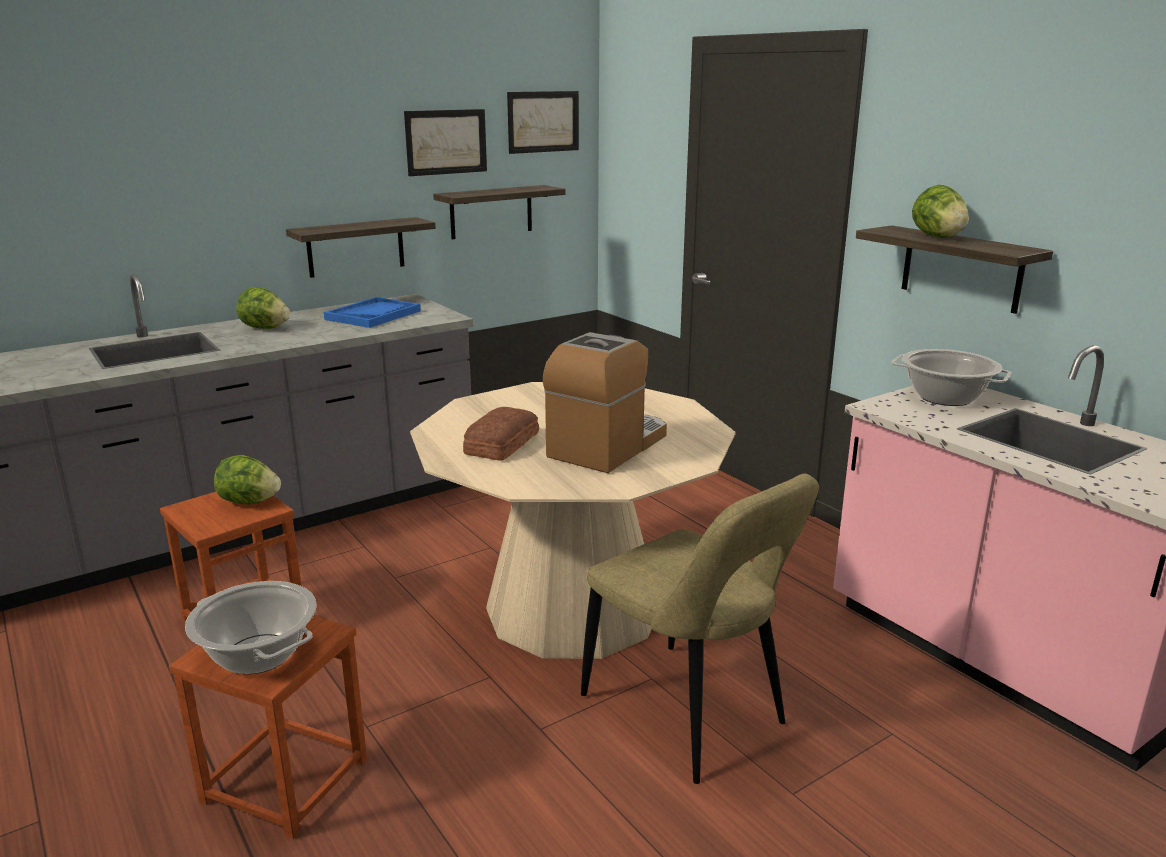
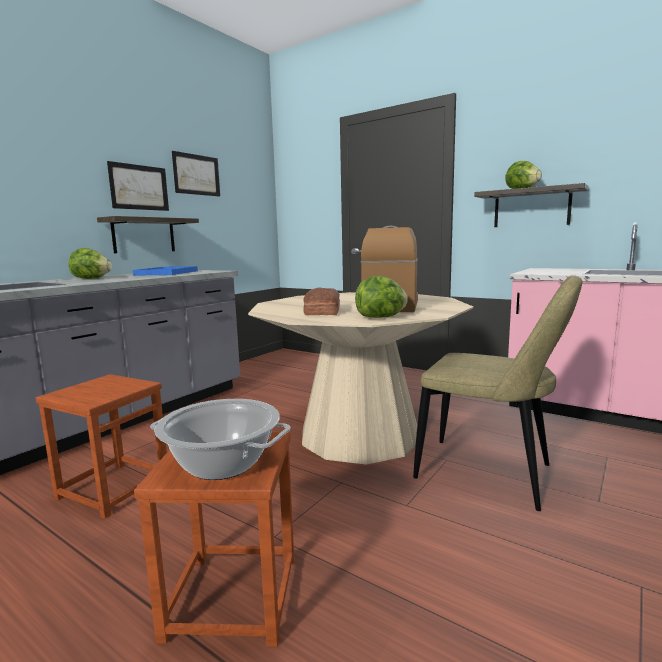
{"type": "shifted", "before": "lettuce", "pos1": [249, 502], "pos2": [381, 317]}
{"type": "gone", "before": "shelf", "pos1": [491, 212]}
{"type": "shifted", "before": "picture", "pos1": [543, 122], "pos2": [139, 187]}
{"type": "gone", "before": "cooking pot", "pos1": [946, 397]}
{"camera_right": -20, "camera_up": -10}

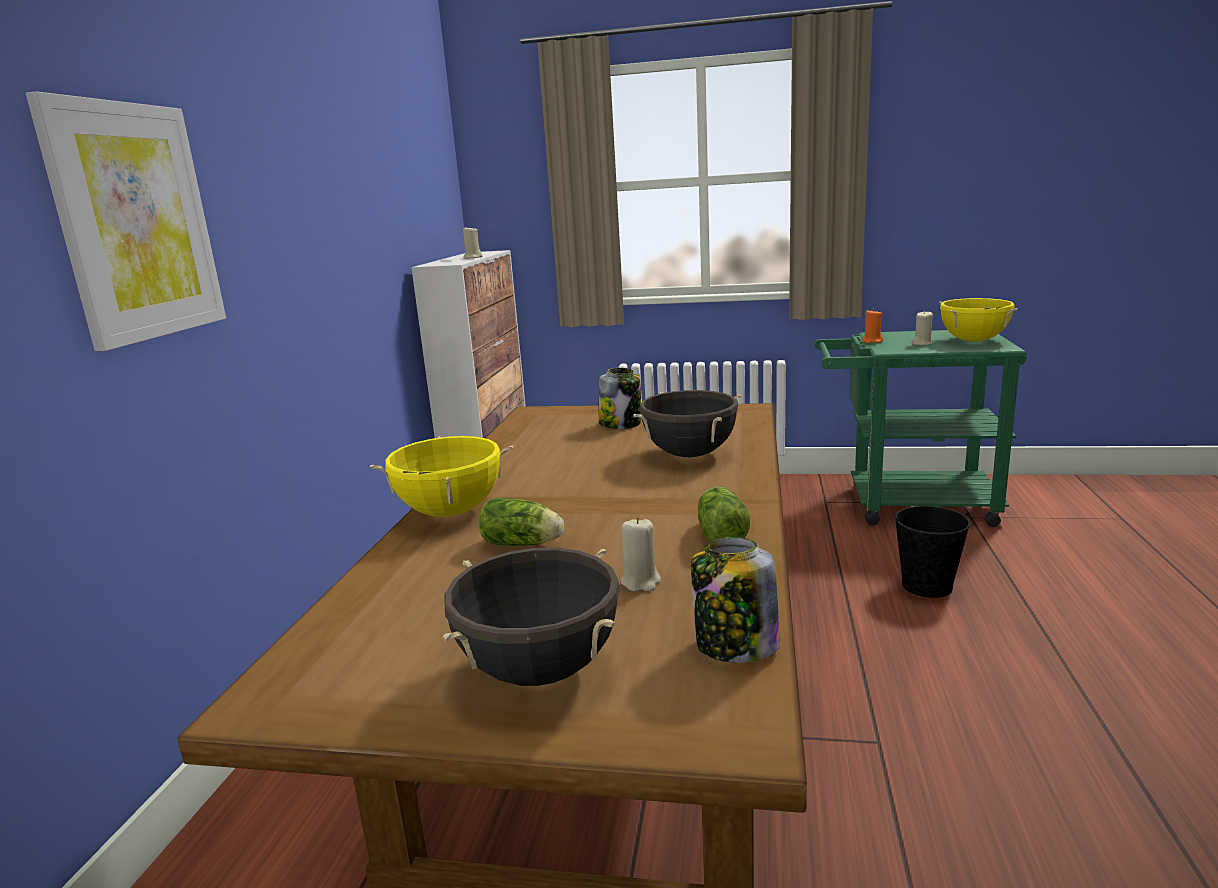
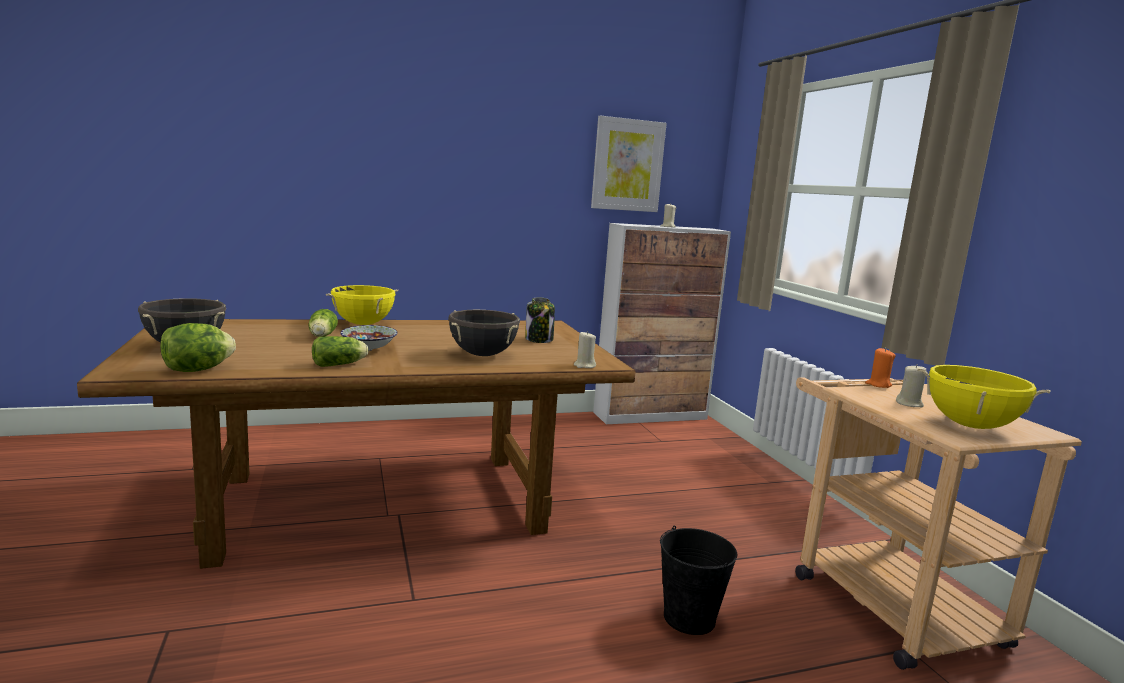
{"type": "shifted", "before": "picture", "pos1": [136, 222], "pos2": [627, 165]}
{"type": "shifted", "before": "candle in beige", "pos1": [641, 582], "pos2": [584, 366]}
{"type": "swapped", "before": "jar", "after": "lettuce", "pos1": [735, 646], "pos2": [197, 370]}
{"type": "repainted", "before": "cart in green", "after": "cart in beige", "pos1": [906, 505], "pos2": [883, 599]}
{"type": "new", "after": "bowl", "pos2": [368, 350]}
{"camera_right": 60, "camera_up": -5}

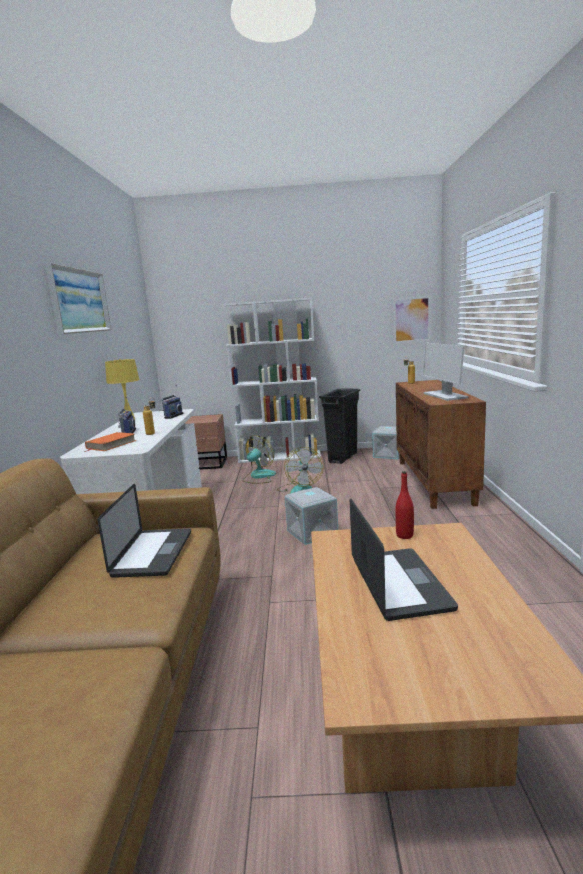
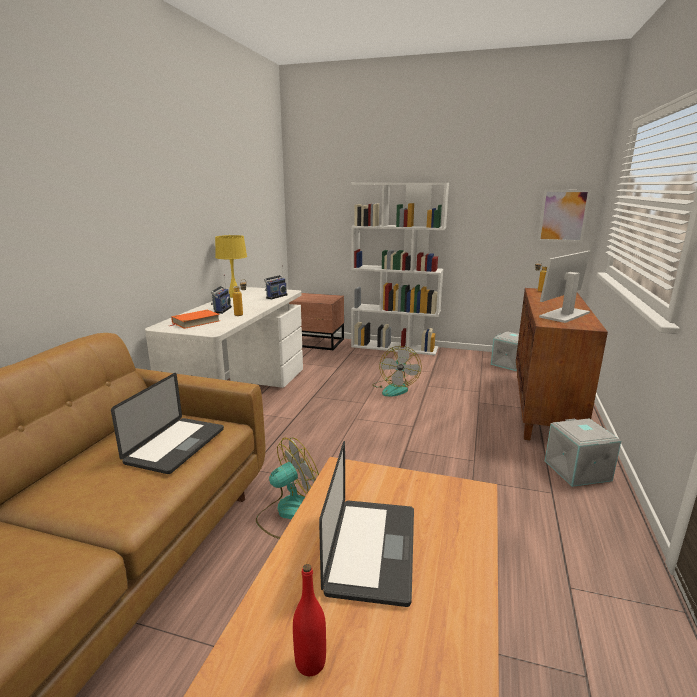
{"type": "gone", "before": "picture", "pos1": [79, 301]}
{"type": "shifted", "before": "fan", "pos1": [258, 477], "pos2": [289, 513]}
{"type": "shifted", "before": "storage box in grey", "pos1": [311, 532], "pos2": [576, 470]}
{"type": "gone", "before": "trash can in black", "pos1": [343, 457]}
{"type": "shifted", "before": "bottle in red", "pos1": [404, 535], "pos2": [310, 663]}
{"type": "rotated", "before": "monitor", "pos1": [444, 395], "pos2": [564, 315], "turn": 45}
{"camera_right": 15, "camera_up": 5}

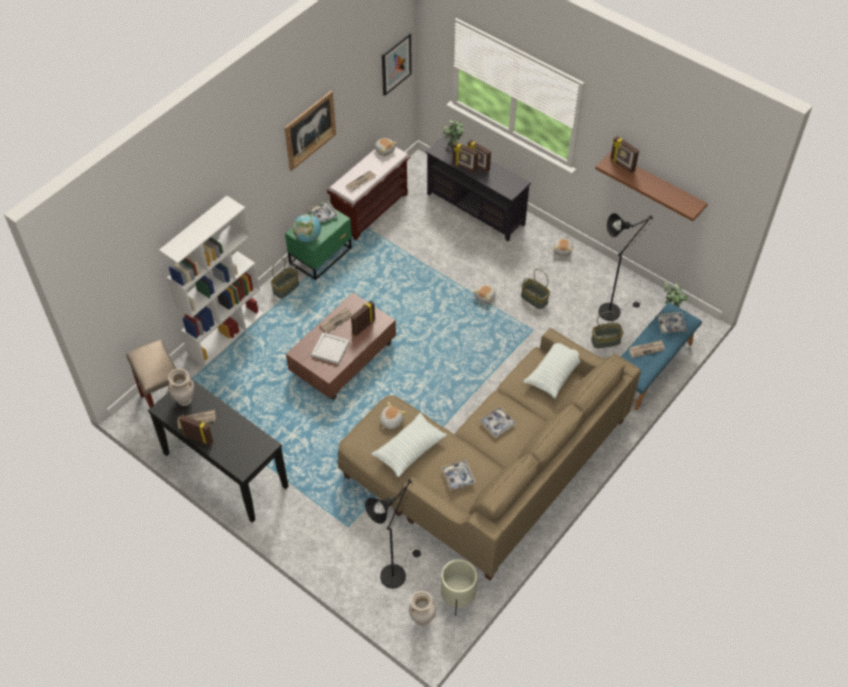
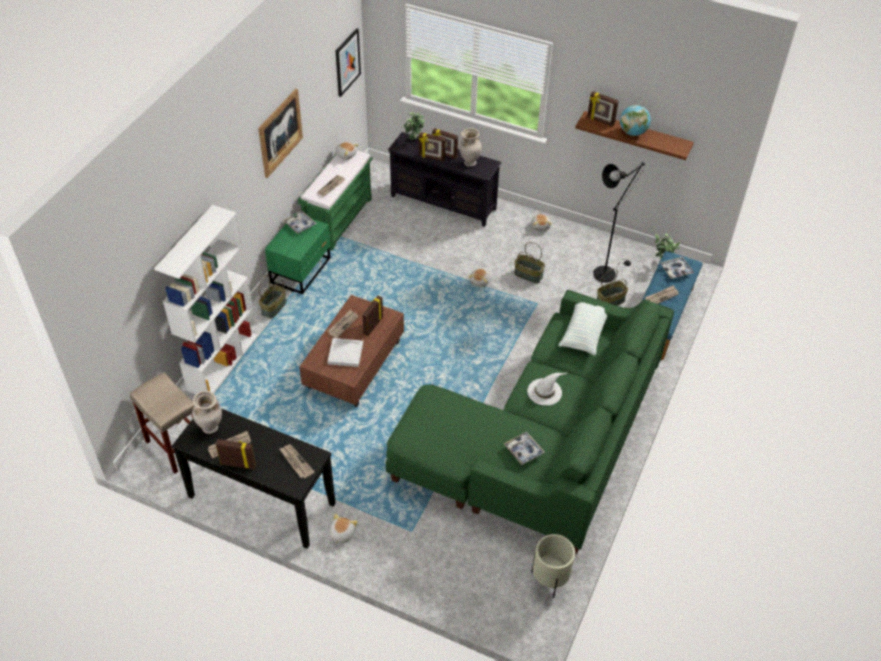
{"type": "shifted", "before": "globe", "pos1": [308, 237], "pos2": [632, 132]}
{"type": "repainted", "before": "bench in brown", "after": "bench in green", "pos1": [371, 209], "pos2": [339, 219]}
{"type": "repainted", "before": "sofa in beige", "after": "sofa in green", "pos1": [491, 468], "pos2": [540, 443]}
{"type": "gone", "before": "floor lamp in black", "pos1": [396, 572]}
{"type": "gone", "before": "pillow", "pos1": [409, 450]}
{"type": "shifted", "before": "plush toy", "pos1": [391, 421], "pos2": [341, 534]}
{"type": "shifted", "before": "vase in beige", "pos1": [422, 619], "pos2": [469, 163]}
{"type": "swapped", "before": "tray", "after": "hat in white", "pos1": [497, 424], "pos2": [545, 391]}
{"type": "new", "after": "newspaper", "pos2": [296, 462]}
{"camera_right": -15, "camera_up": -5}

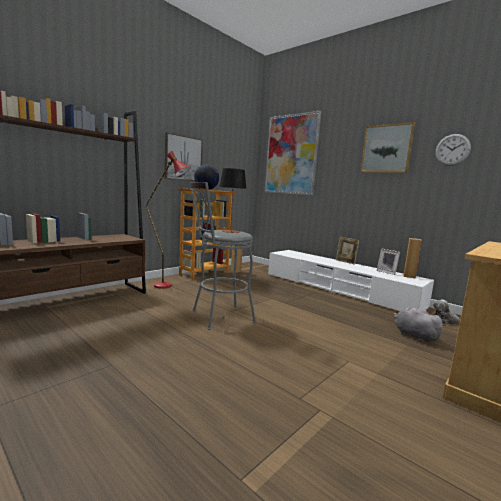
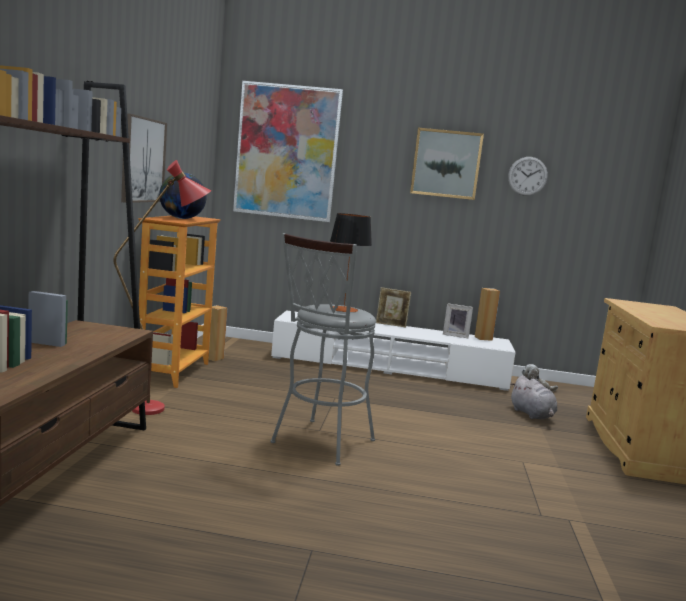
{"type": "rotated", "before": "plush toy in grey", "pos1": [413, 335], "pos2": [532, 415], "turn": -135}
{"camera_right": -35, "camera_up": 0}

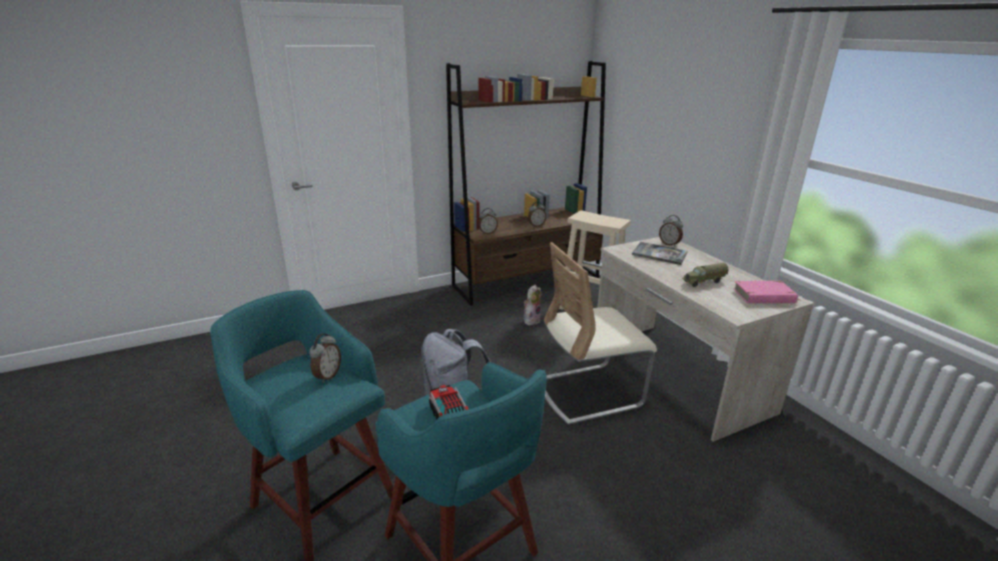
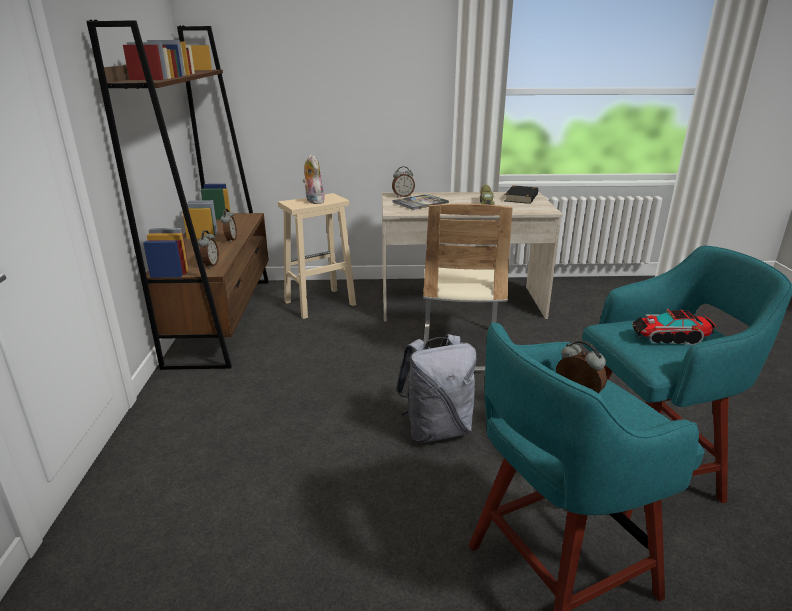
{"type": "shifted", "before": "plush toy", "pos1": [531, 320], "pos2": [313, 201]}
{"type": "repainted", "before": "book in pink", "after": "book in black", "pos1": [764, 296], "pos2": [521, 197]}
{"camera_right": -65, "camera_up": 0}

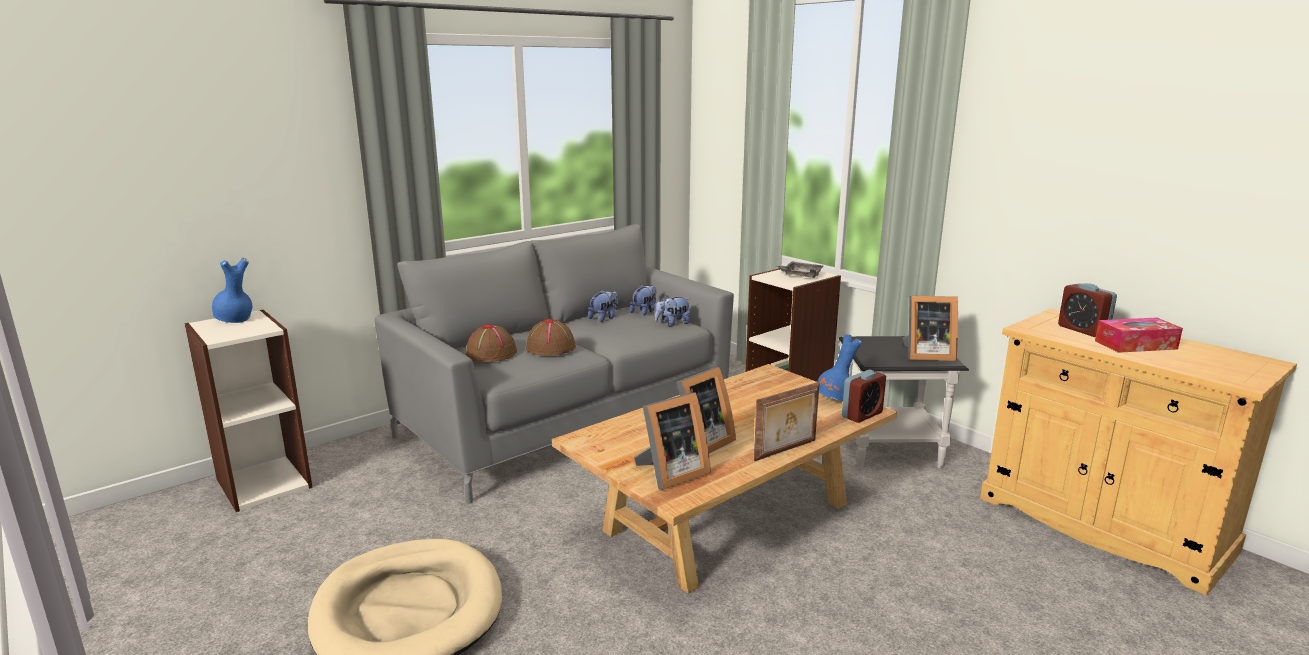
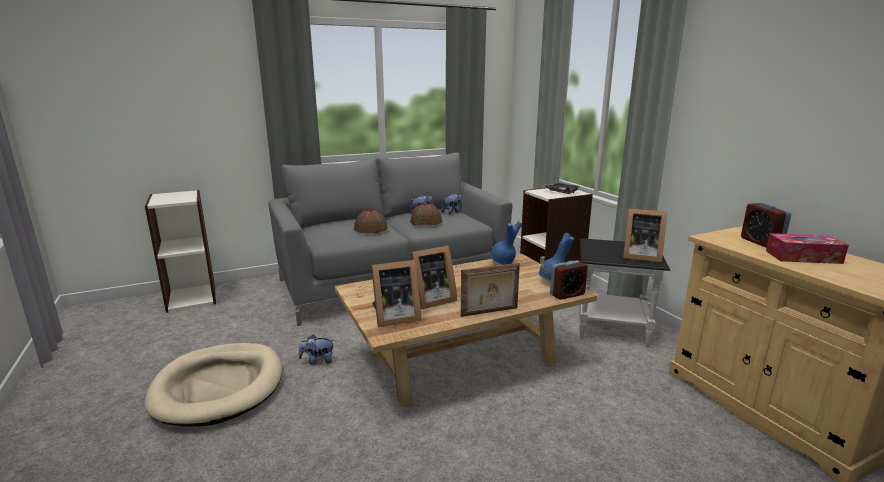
{"type": "shifted", "before": "vase in blue", "pos1": [235, 320], "pos2": [503, 263]}
{"type": "shifted", "before": "hat in brown", "pos1": [491, 353], "pos2": [426, 221]}
{"type": "shifted", "before": "plush toy", "pos1": [672, 324], "pos2": [317, 361]}
{"camera_right": 15, "camera_up": 0}

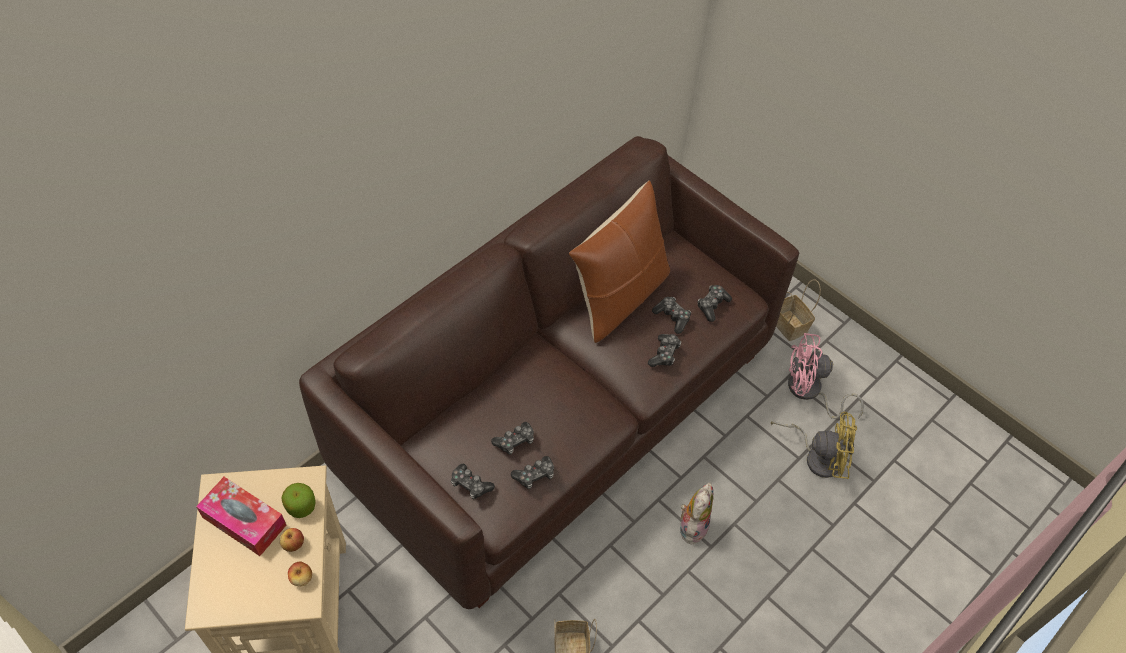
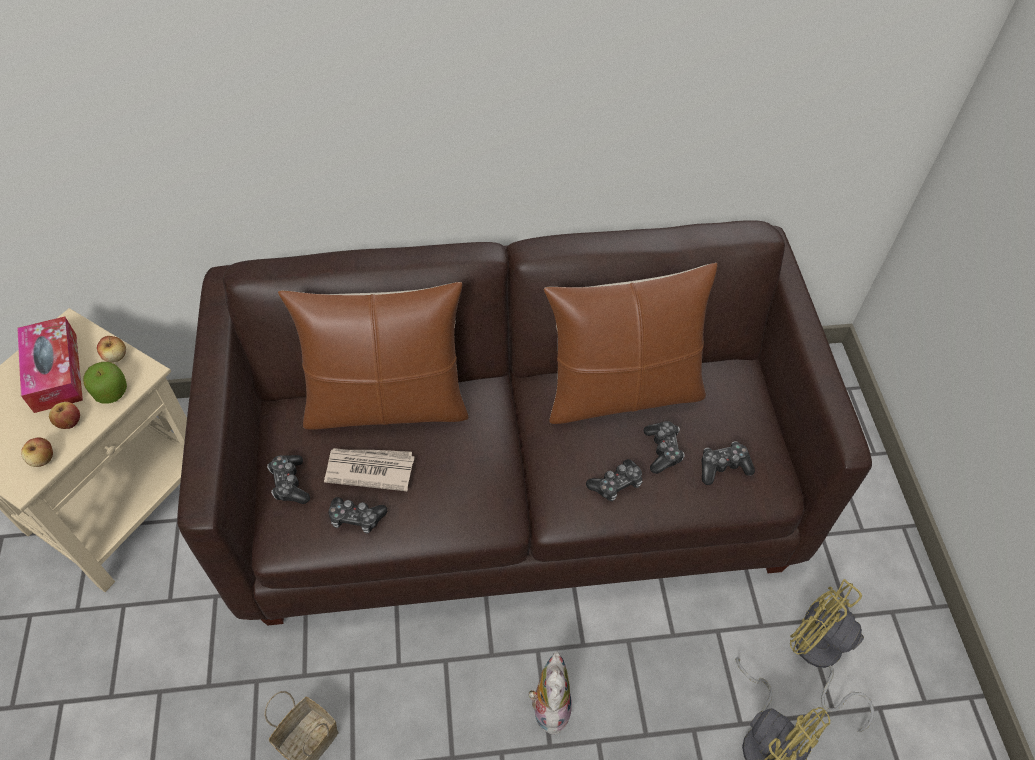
{"type": "swapped", "before": "game controller", "after": "newspaper", "pos1": [515, 441], "pos2": [369, 469]}
{"type": "rotated", "before": "plush toy", "pos1": [692, 525], "pos2": [549, 706], "turn": -60}
{"type": "gone", "before": "basket", "pos1": [791, 326]}
{"type": "repainted", "before": "fan in pink", "after": "fan in yellow", "pos1": [809, 392], "pos2": [819, 657]}
{"type": "new", "after": "apple", "pos2": [116, 356]}
{"type": "new", "after": "pillow in brown", "pos2": [387, 404]}
{"camera_right": 40, "camera_up": 0}

